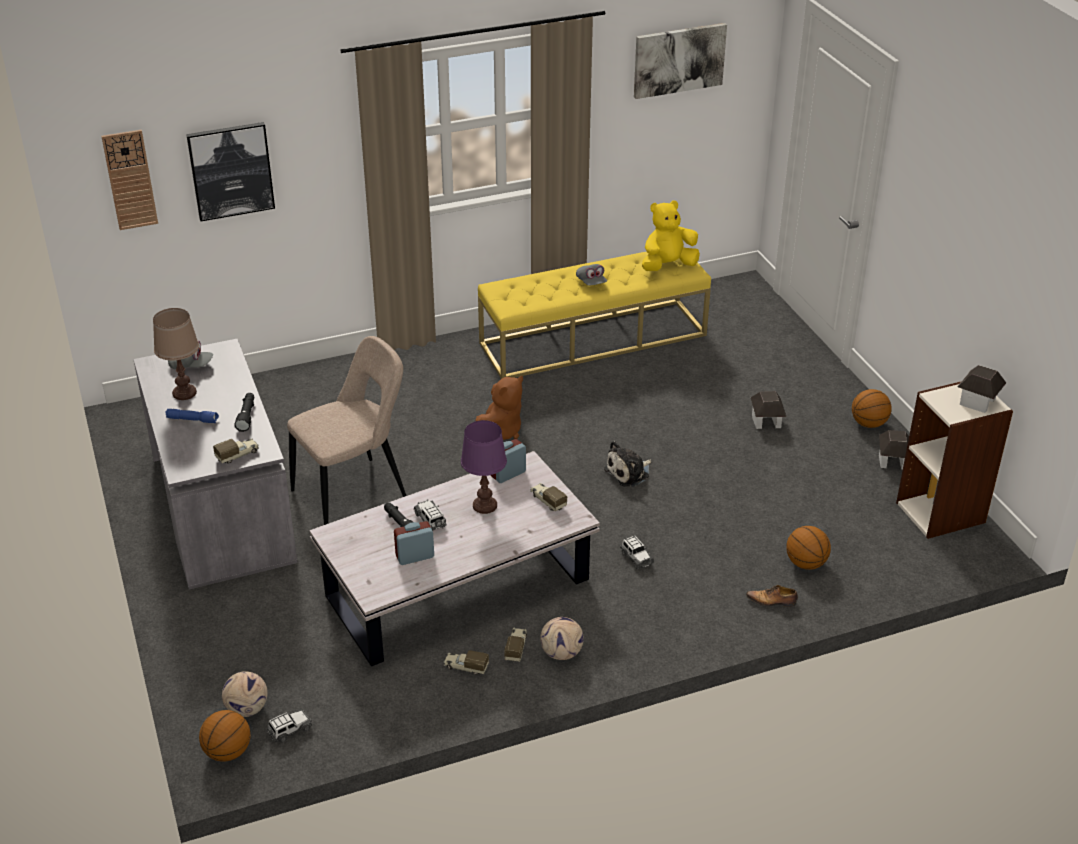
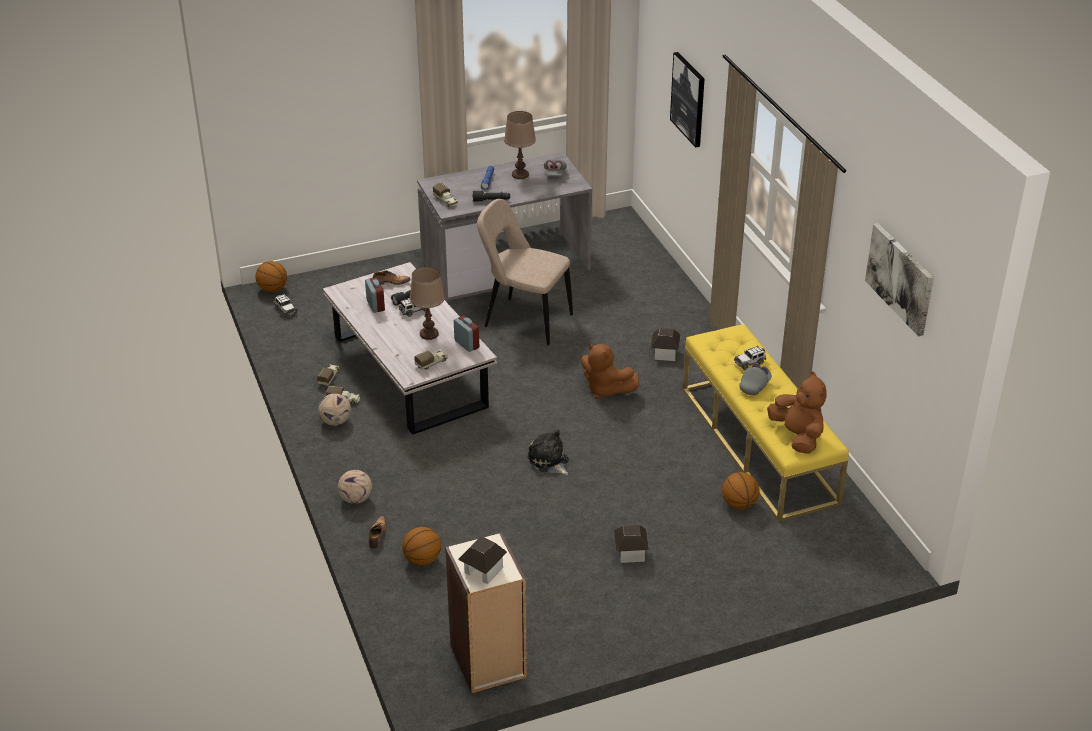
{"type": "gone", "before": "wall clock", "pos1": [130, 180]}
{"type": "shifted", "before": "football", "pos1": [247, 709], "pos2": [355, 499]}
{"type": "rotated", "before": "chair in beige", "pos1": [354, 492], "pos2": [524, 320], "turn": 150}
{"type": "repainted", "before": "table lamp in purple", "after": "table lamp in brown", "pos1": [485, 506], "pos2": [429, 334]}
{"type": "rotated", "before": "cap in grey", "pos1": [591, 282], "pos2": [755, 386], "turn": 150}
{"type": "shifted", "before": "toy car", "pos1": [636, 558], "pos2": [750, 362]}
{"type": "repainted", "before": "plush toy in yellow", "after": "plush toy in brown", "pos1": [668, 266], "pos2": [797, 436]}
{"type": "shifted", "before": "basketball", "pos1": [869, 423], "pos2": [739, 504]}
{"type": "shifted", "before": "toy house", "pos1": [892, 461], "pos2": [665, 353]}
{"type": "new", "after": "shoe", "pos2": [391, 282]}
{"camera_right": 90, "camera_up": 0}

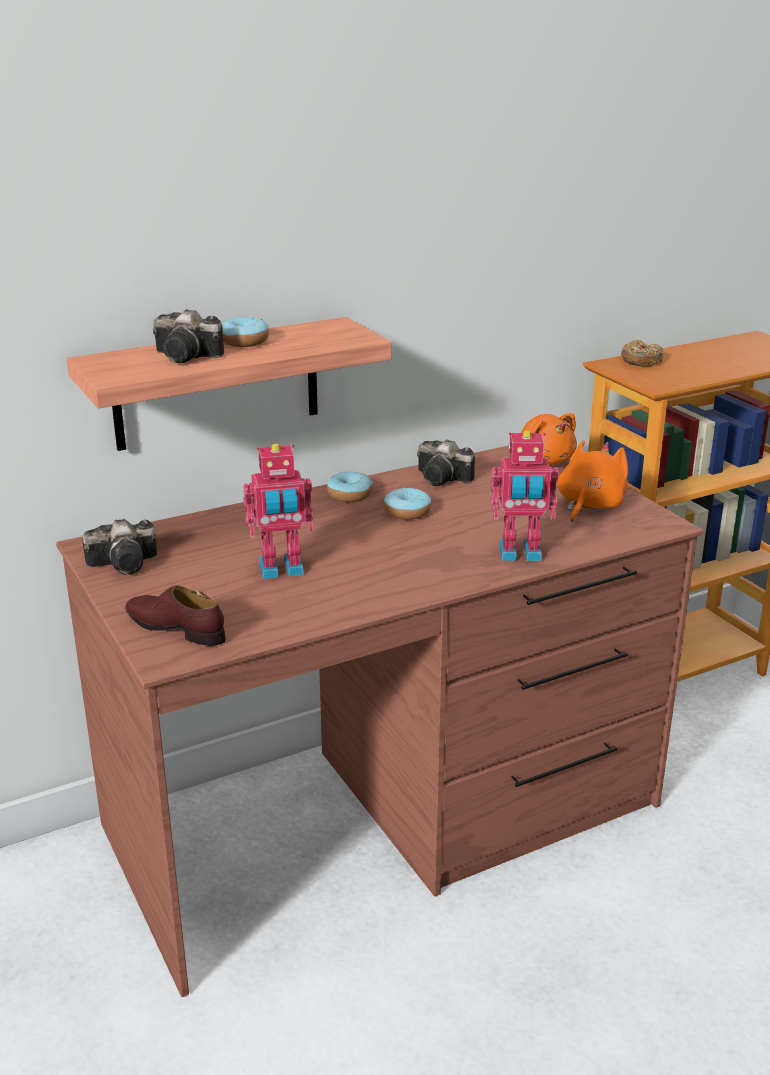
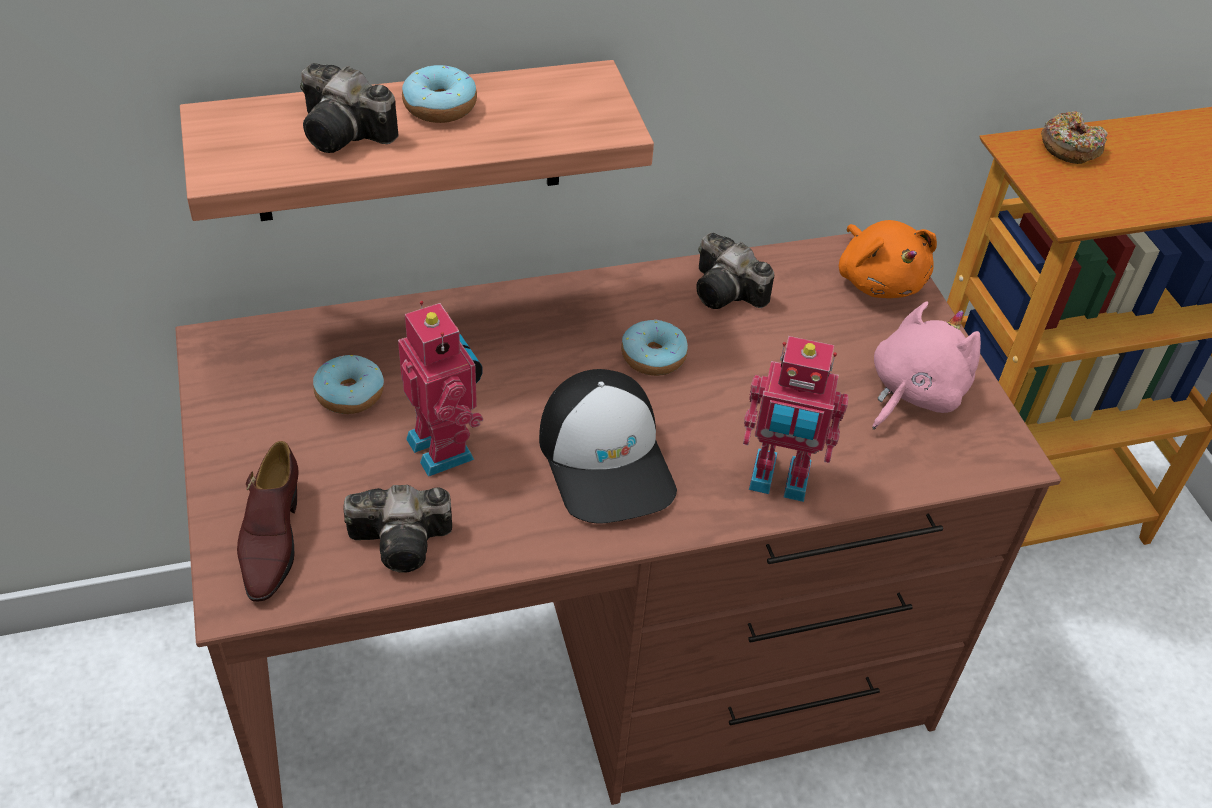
{"type": "shifted", "before": "photo camera", "pos1": [127, 563], "pos2": [406, 541]}
{"type": "rotated", "before": "shoe in brown", "pos1": [175, 627], "pos2": [271, 539], "turn": -135}
{"type": "rotated", "before": "toy robot", "pos1": [281, 570], "pos2": [445, 447], "turn": -120}
{"type": "shifted", "before": "donut", "pos1": [350, 495], "pos2": [350, 394]}
{"type": "repainted", "before": "plush toy in orange", "after": "plush toy in pink", "pos1": [589, 505], "pos2": [913, 392]}
{"type": "new", "after": "cap", "pos2": [607, 459]}
{"camera_right": 10, "camera_up": 20}

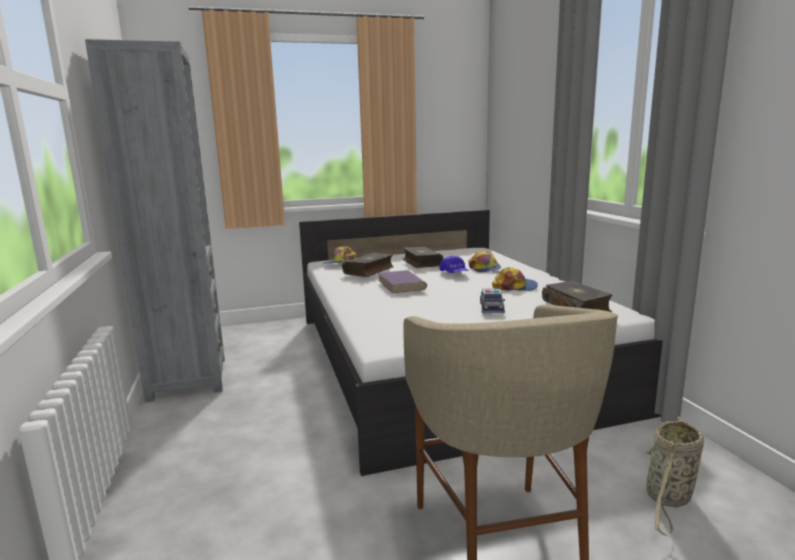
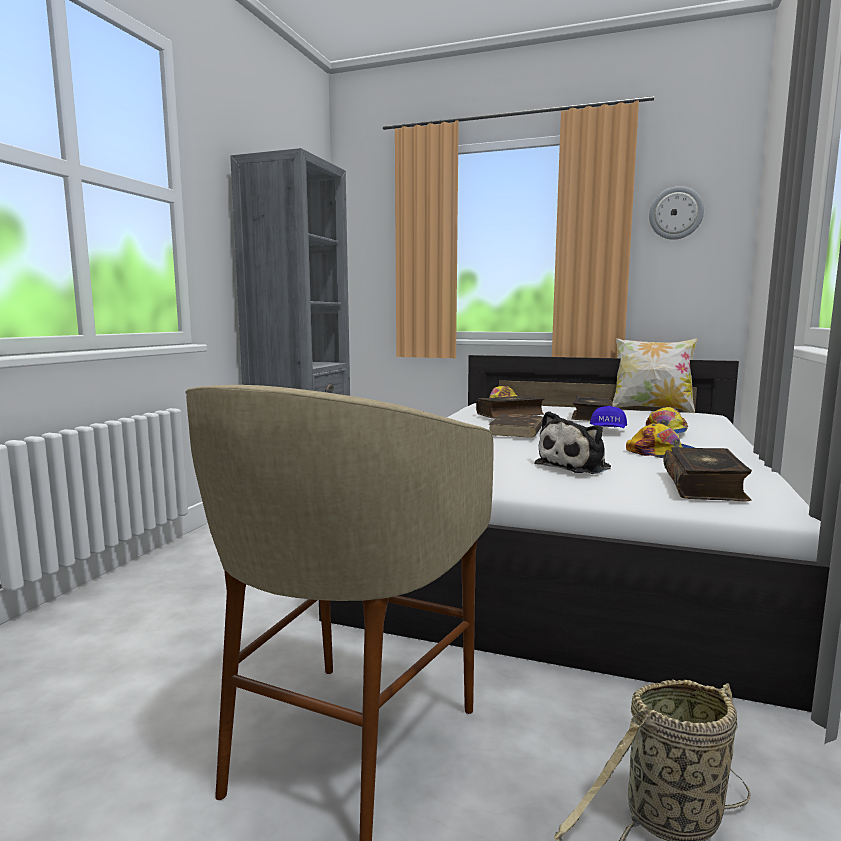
{"type": "repainted", "before": "book in purple", "after": "book in brown", "pos1": [401, 285], "pos2": [517, 430]}
{"type": "swapped", "before": "toy car", "after": "plush toy", "pos1": [491, 308], "pos2": [576, 466]}
{"type": "new", "after": "pillow", "pos2": [651, 409]}
{"type": "new", "after": "wall clock", "pos2": [676, 213]}
{"camera_right": 35, "camera_up": -5}

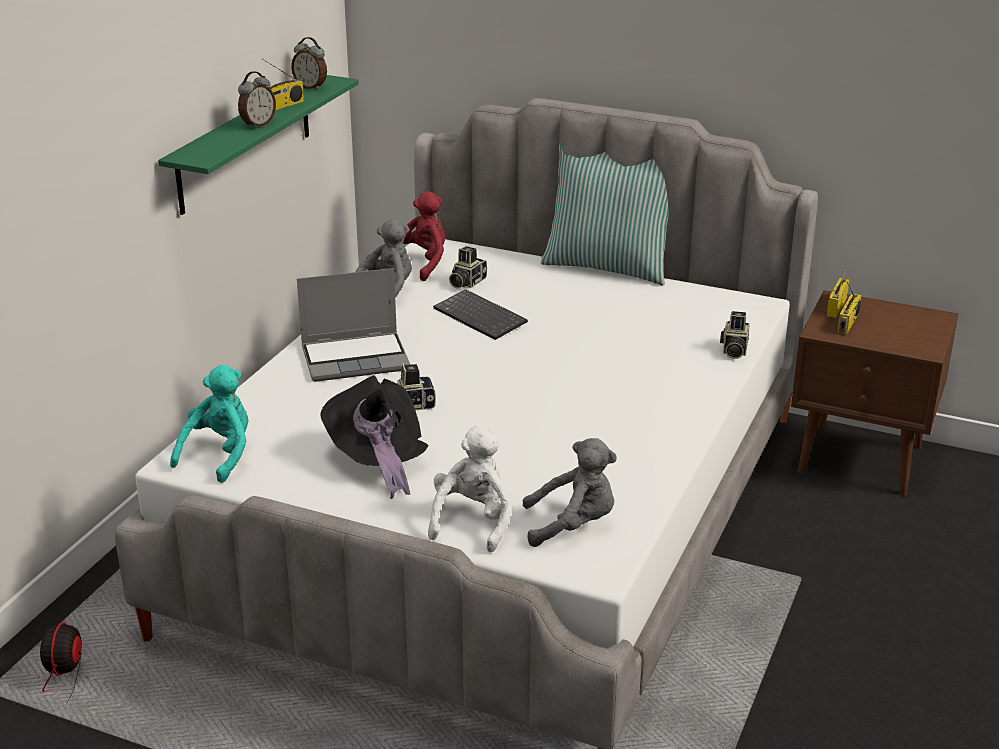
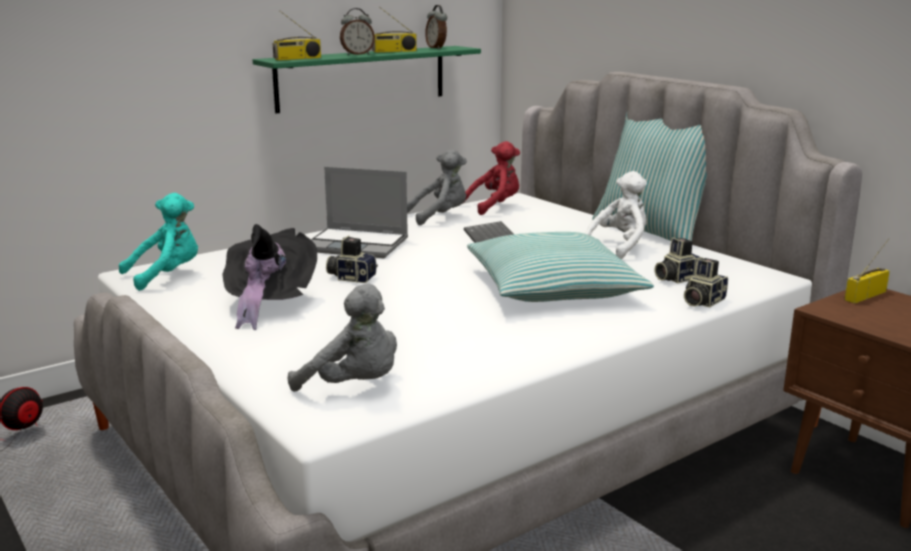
{"type": "shifted", "before": "plush toy in white", "pos1": [473, 521], "pos2": [619, 247]}
{"type": "shifted", "before": "photo camera", "pos1": [466, 282], "pos2": [676, 278]}
{"type": "shifted", "before": "radio", "pos1": [848, 323], "pos2": [297, 59]}
{"type": "new", "after": "pillow", "pos2": [553, 287]}
{"camera_right": 30, "camera_up": -10}

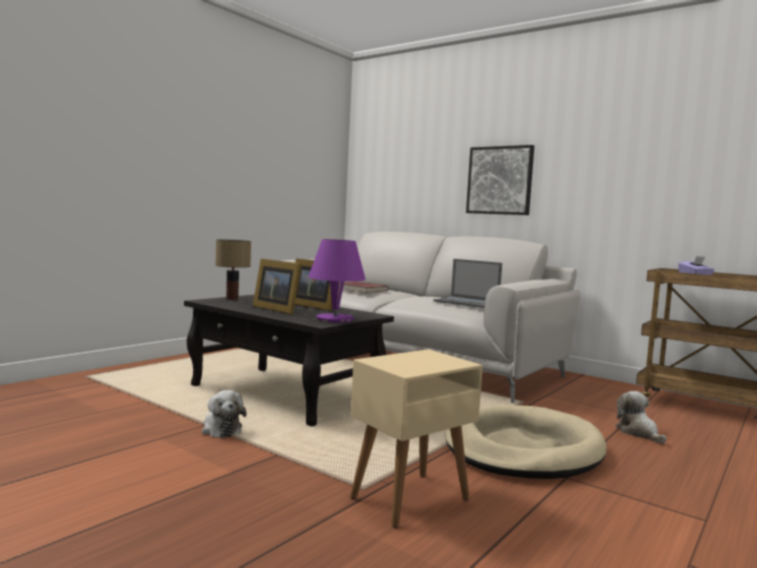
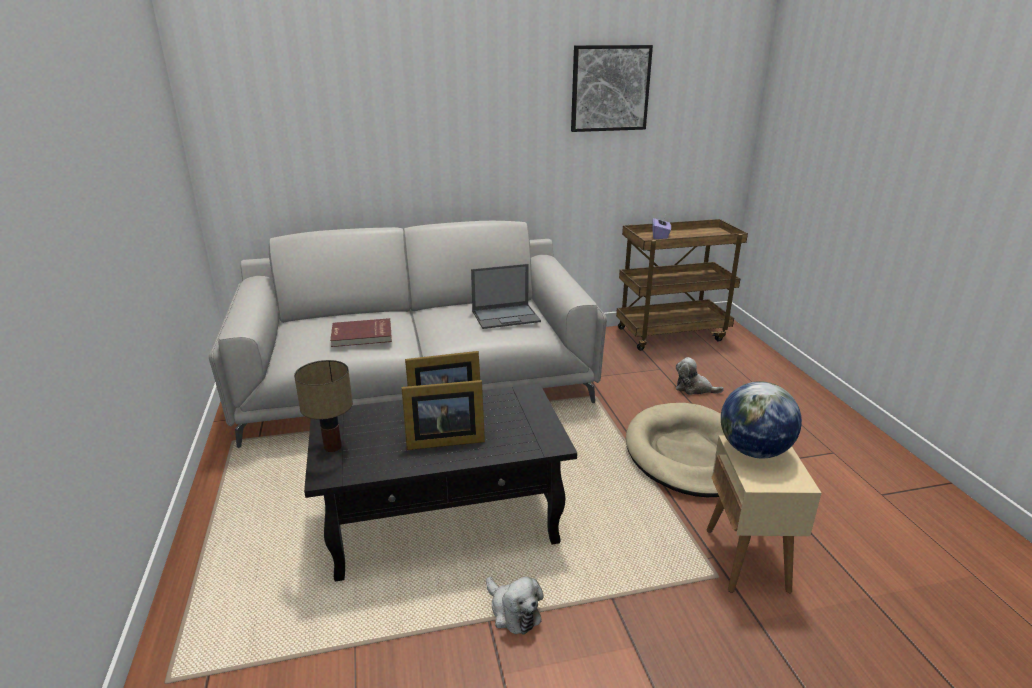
{"type": "rotated", "before": "plush toy", "pos1": [221, 429], "pos2": [513, 612], "turn": 45}
{"type": "gone", "before": "table lamp in purple", "pos1": [335, 319]}
{"type": "shifted", "before": "picture", "pos1": [500, 180], "pos2": [610, 88]}
{"type": "new", "after": "globe", "pos2": [753, 451]}
{"camera_right": -50, "camera_up": 20}

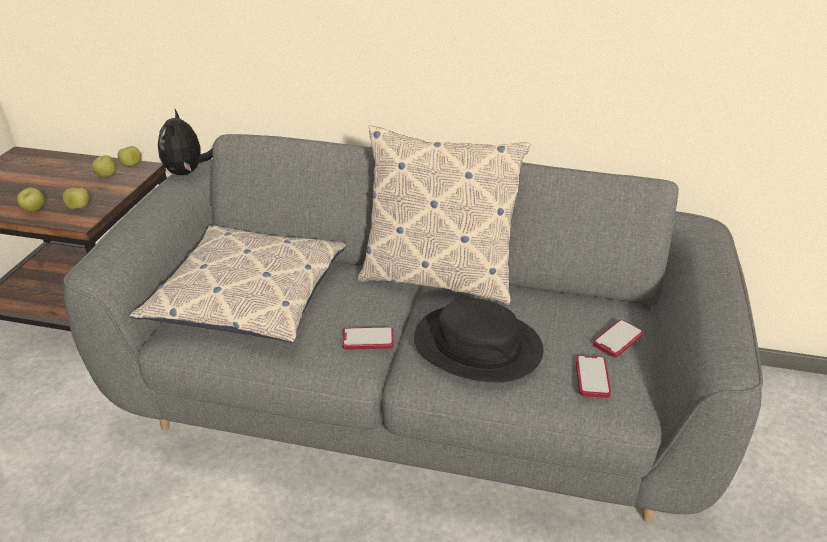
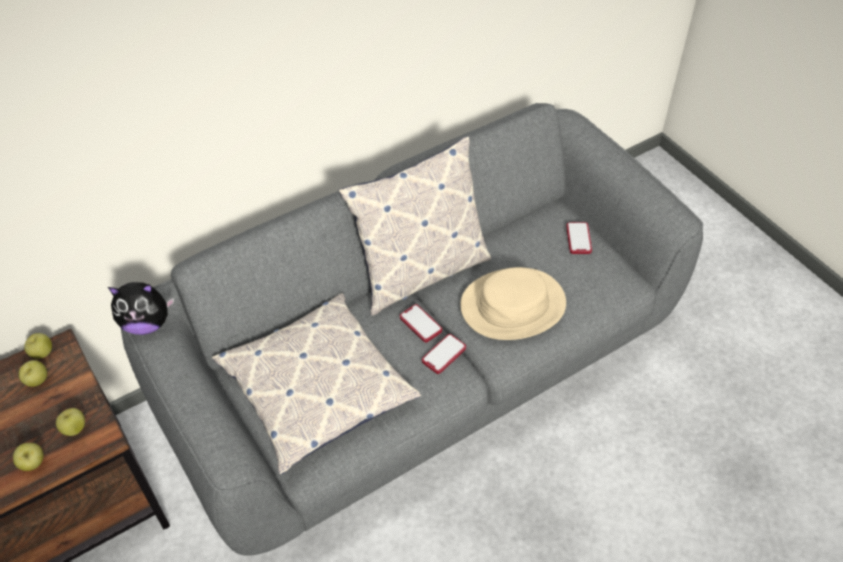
{"type": "rotated", "before": "plush toy", "pos1": [187, 172], "pos2": [147, 323], "turn": -45}
{"type": "repainted", "before": "hat in black", "after": "hat in beige", "pos1": [477, 345], "pos2": [512, 305]}
{"type": "shifted", "before": "phone", "pos1": [592, 377], "pos2": [420, 324]}
{"camera_right": -45, "camera_up": 15}

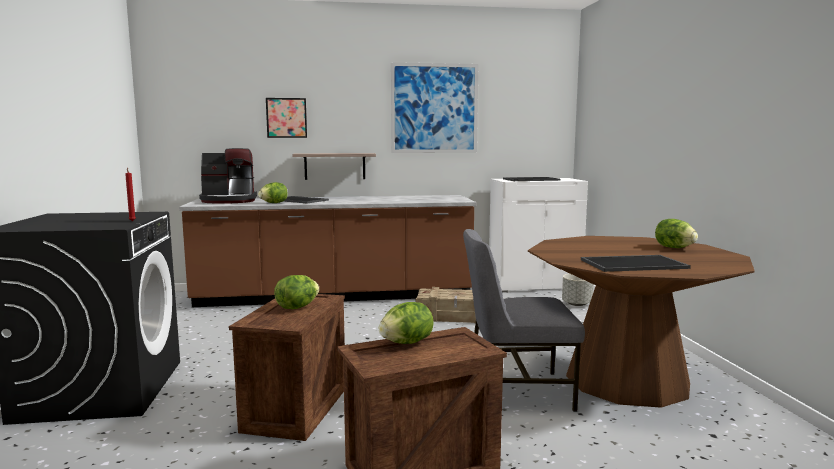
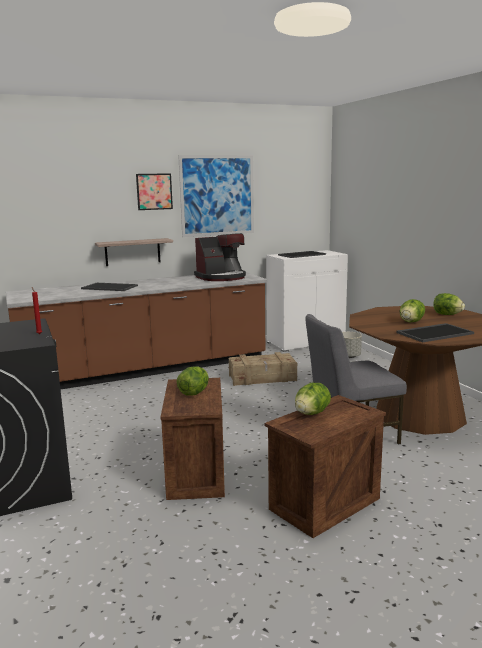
{"type": "shifted", "before": "coffee machine", "pos1": [229, 201], "pos2": [221, 277]}
{"type": "shifted", "before": "lettuce", "pos1": [274, 203], "pos2": [411, 322]}
{"type": "shifted", "before": "picture", "pos1": [286, 118], "pos2": [154, 191]}
{"camera_right": -15, "camera_up": 5}

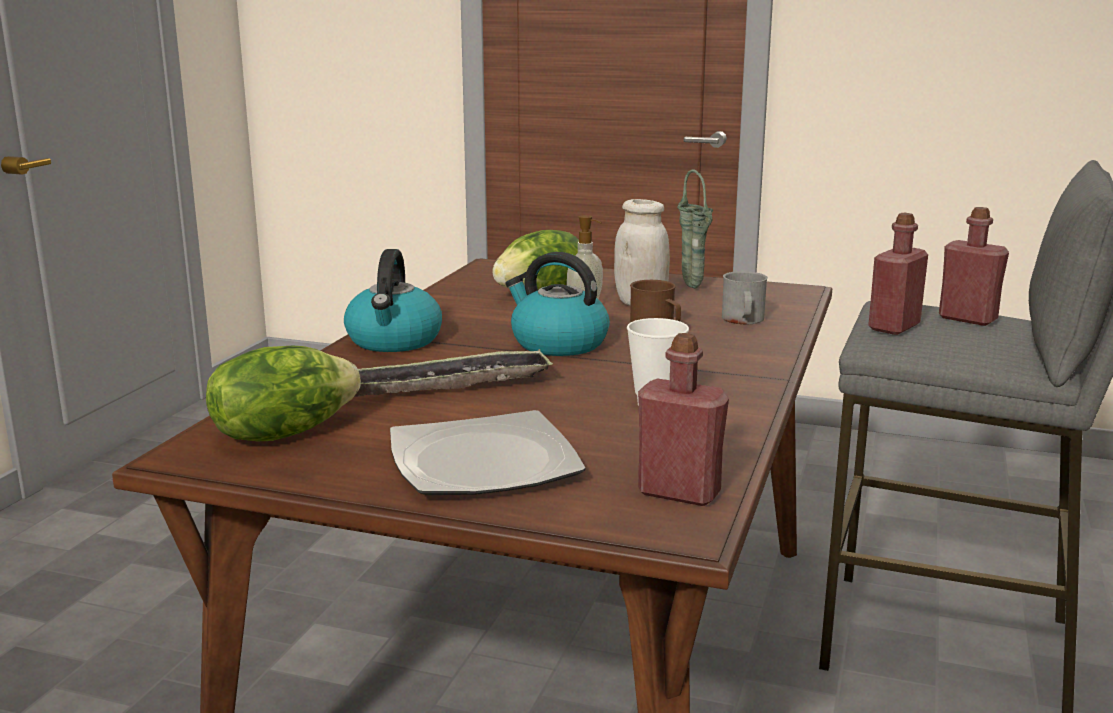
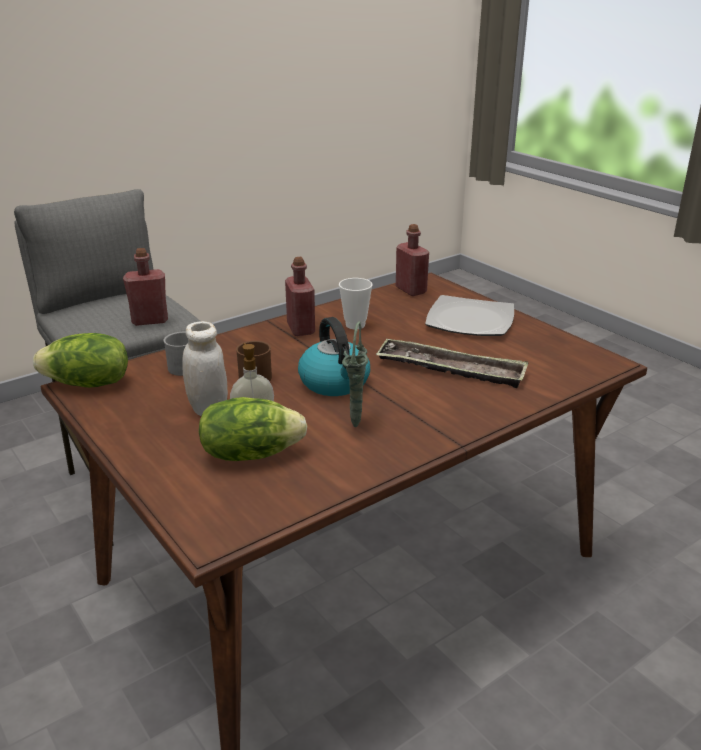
{"type": "shifted", "before": "lettuce", "pos1": [283, 432], "pos2": [88, 384]}
{"type": "gone", "before": "kettle", "pos1": [394, 341]}
{"type": "shifted", "before": "vase in green", "pos1": [694, 288], "pos2": [355, 422]}
{"type": "shifted", "before": "bottle in red", "pos1": [967, 319], "pos2": [301, 329]}
{"camera_right": -145, "camera_up": 10}

